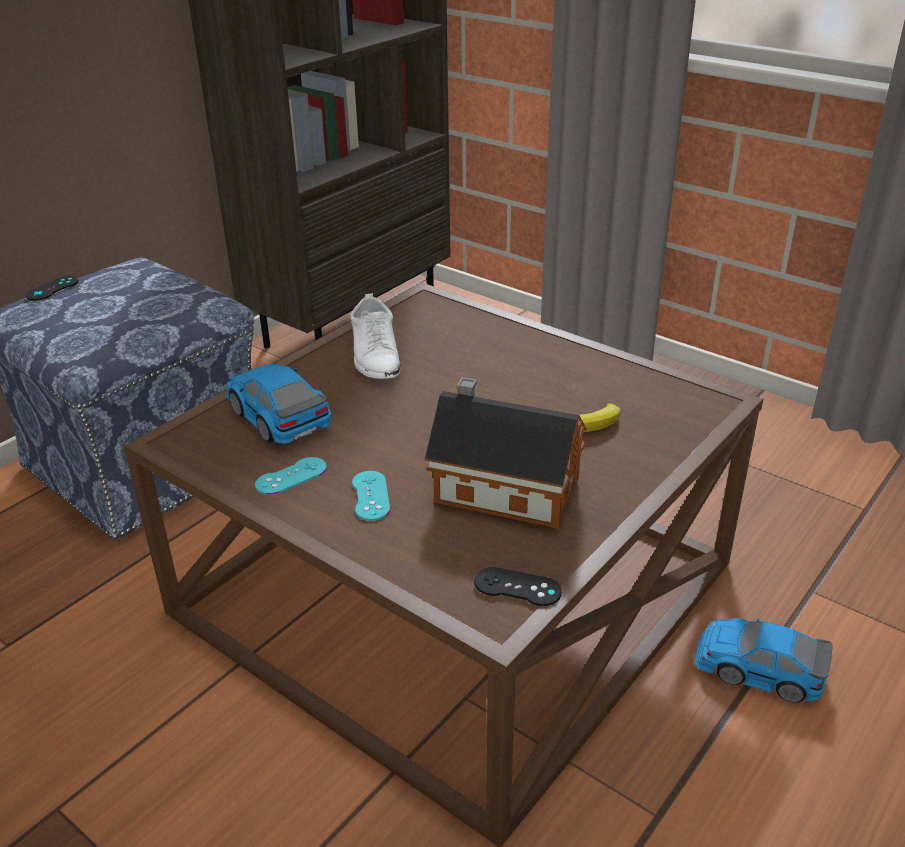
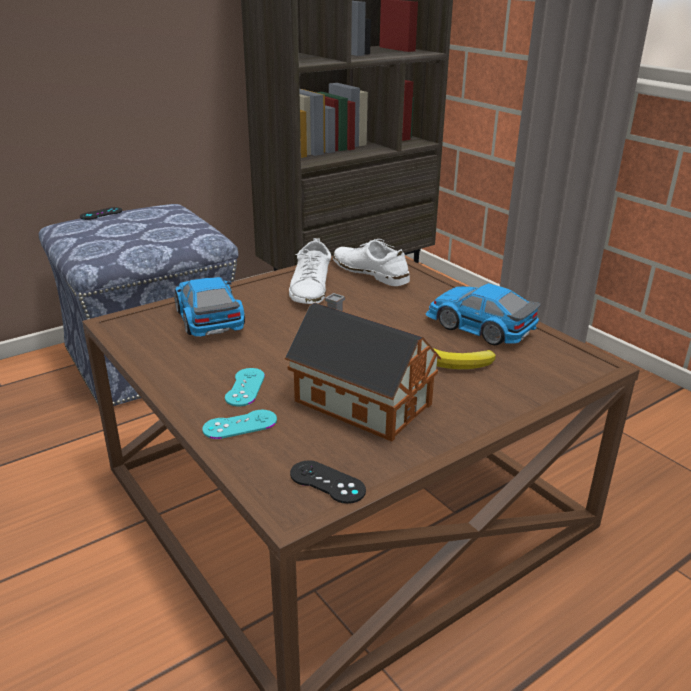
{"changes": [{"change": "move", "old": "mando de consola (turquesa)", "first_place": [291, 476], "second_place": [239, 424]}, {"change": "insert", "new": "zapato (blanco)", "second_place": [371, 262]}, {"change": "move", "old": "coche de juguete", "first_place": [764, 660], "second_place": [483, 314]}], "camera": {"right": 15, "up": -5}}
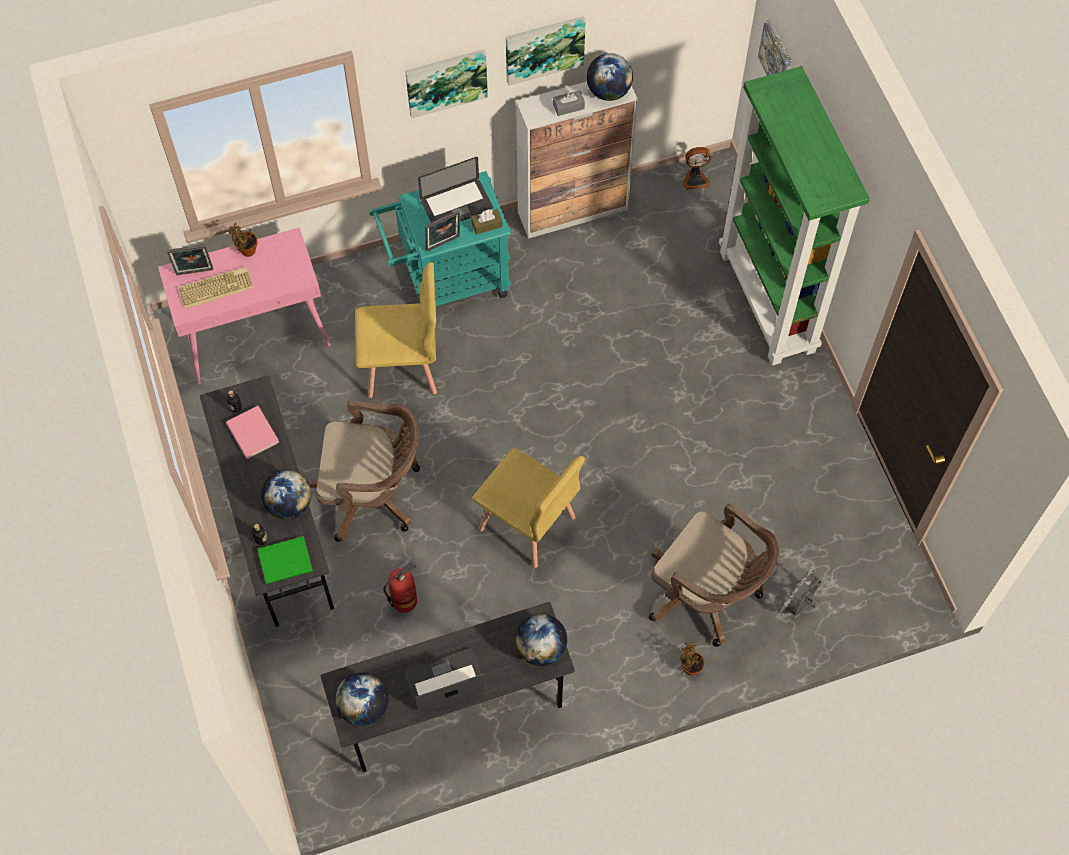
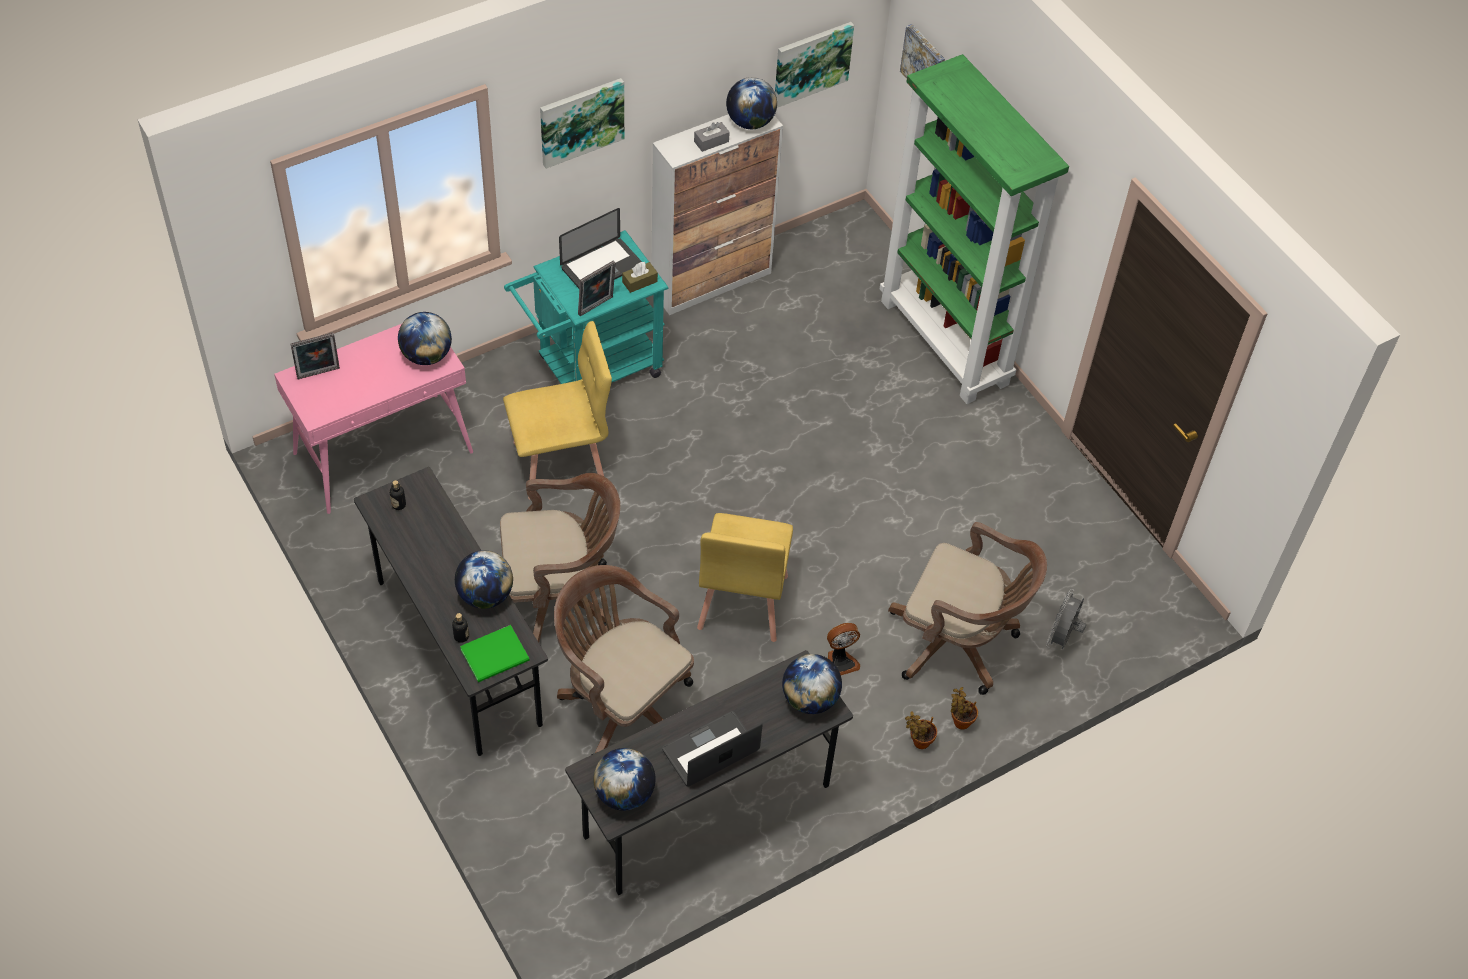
{"changes": [{"change": "insert", "new": "globo terráqueo", "second_place": [425, 338]}, {"change": "replace", "old": "extintor", "new": "silla de oficina (marrón)", "first_place": [400, 587], "second_place": [624, 660]}, {"change": "rotate", "old": "silla (amarillo)", "first_place": [528, 508], "second_place": [745, 577], "degrees": 75}, {"change": "move", "old": "cuadro", "first_place": [546, 51], "second_place": [814, 65]}, {"change": "move", "old": "ventilador", "first_place": [697, 168], "second_place": [843, 649]}, {"change": "move", "old": "planta en maceta", "first_place": [243, 240], "second_place": [921, 730]}, {"change": "delete", "old": "teclado", "first_place": [216, 288]}, {"change": "delete", "old": "libro (rosa)", "first_place": [252, 432]}], "camera": {"right": -15, "up": -10}}
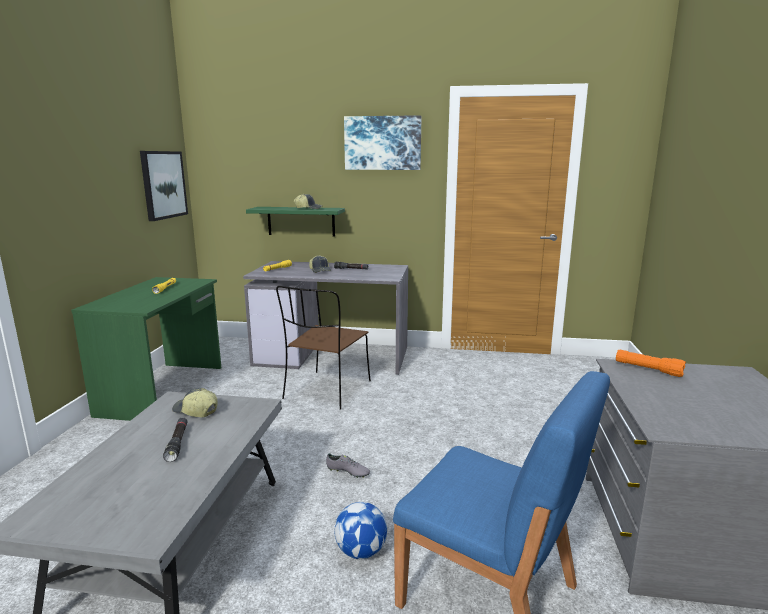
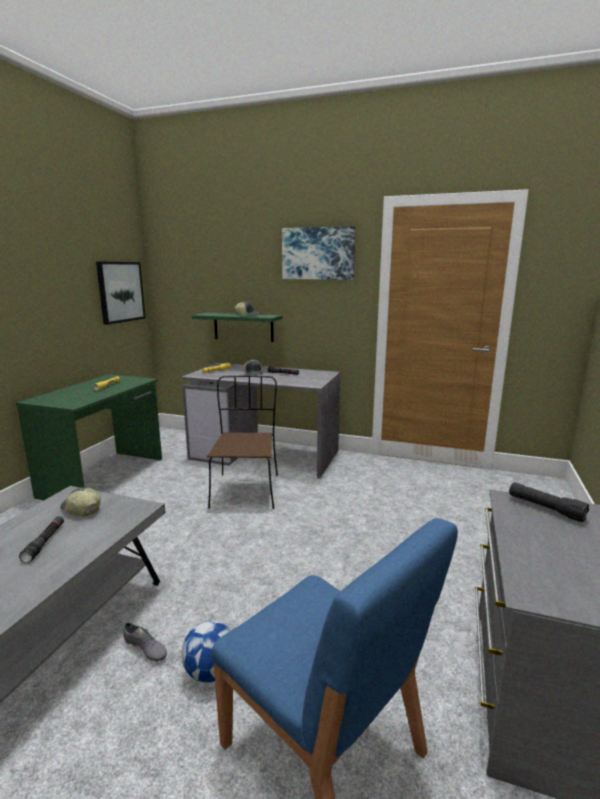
{"changes": [{"change": "move", "old": "zapato (gris)", "first_place": [348, 465], "second_place": [145, 642]}, {"change": "rotate", "old": "silla (marrón)", "first_place": [323, 348], "second_place": [242, 442], "degrees": 150}, {"change": "recolor", "old": "linterna (naranja)", "new": "linterna (negro)", "first_place": [651, 363], "second_place": [549, 502]}], "camera": {"right": 10, "up": 0}}
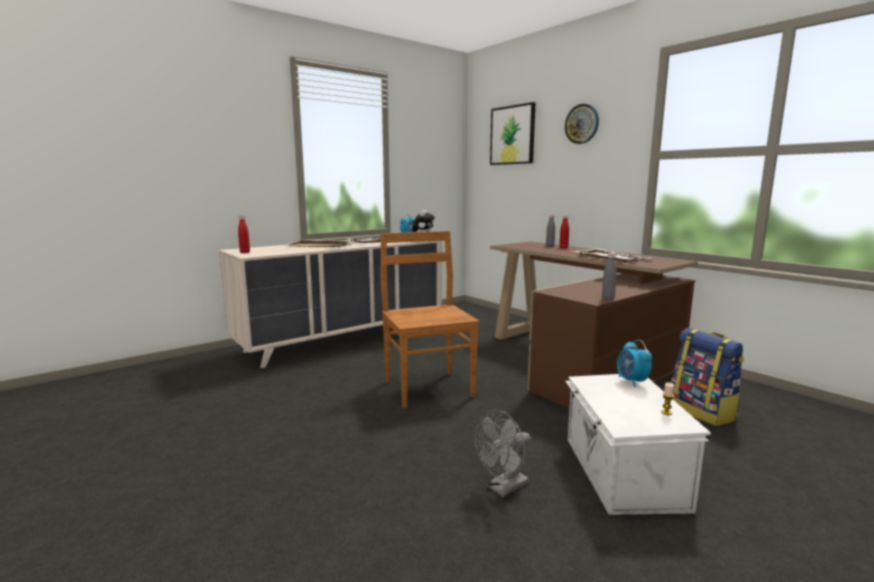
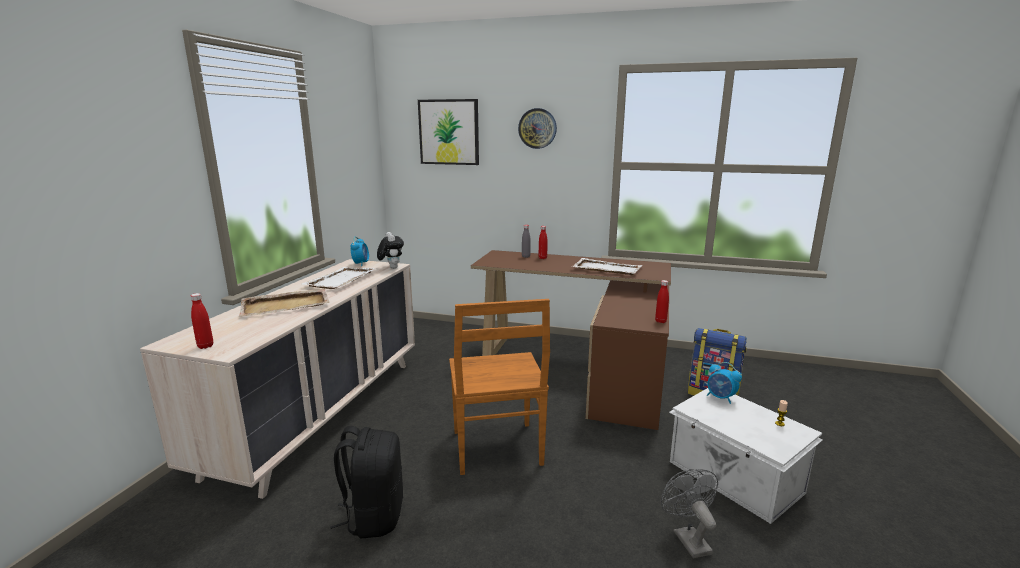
{"changes": [{"change": "insert", "new": "mochila (negro)", "second_place": [366, 482]}, {"change": "rotate", "old": "silla (marrón)", "first_place": [430, 320], "second_place": [499, 387], "degrees": -135}, {"change": "recolor", "old": "botella (gris)", "new": "botella (rojo)", "first_place": [609, 276], "second_place": [662, 301]}, {"change": "rotate", "old": "ventilador (gris)", "first_place": [503, 453], "second_place": [689, 513], "degrees": 150}], "camera": {"right": -35, "up": 5}}
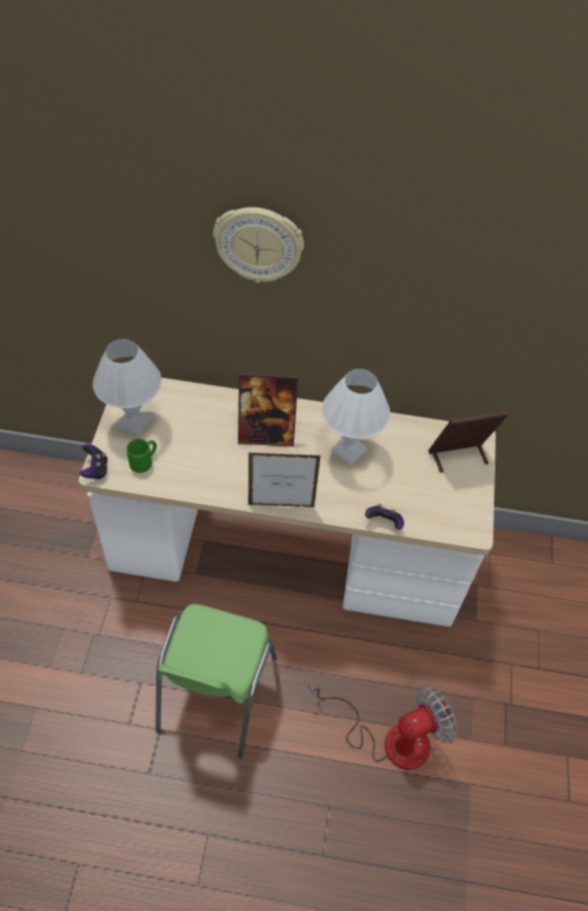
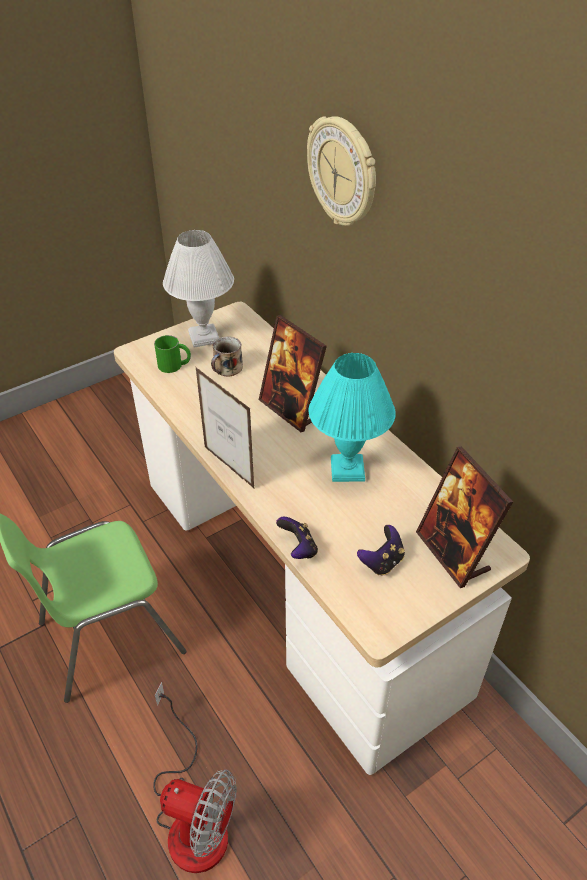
{"changes": [{"change": "insert", "new": "taza grande", "second_place": [227, 356]}, {"change": "recolor", "old": "lámpara de mesa (blanco)", "new": "lámpara de mesa (turquesa)", "first_place": [356, 417], "second_place": [352, 417]}, {"change": "move", "old": "mando de consola", "first_place": [94, 461], "second_place": [381, 550]}, {"change": "rotate", "old": "portarretratos", "first_place": [468, 441], "second_place": [464, 517], "degrees": -150}], "camera": {"right": 50, "up": -10}}
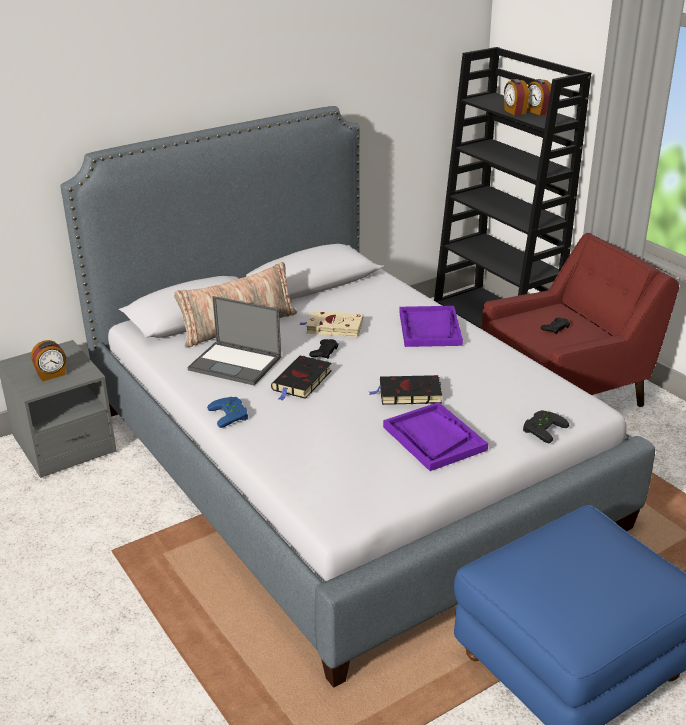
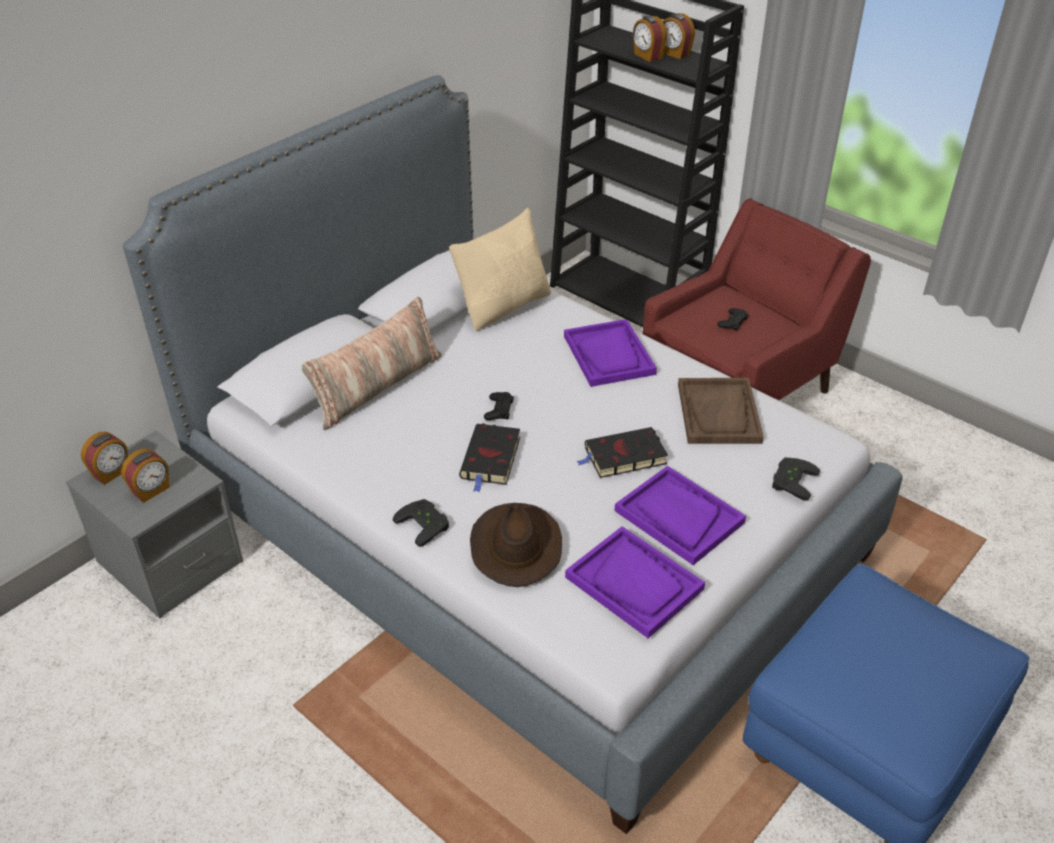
{"changes": [{"change": "insert", "new": "despertador", "second_place": [104, 458]}, {"change": "recolor", "old": "mando de consola (azul)", "new": "mando de consola (negro)", "first_place": [227, 412], "second_place": [421, 523]}, {"change": "insert", "new": "cojín (beis)", "second_place": [500, 269]}, {"change": "insert", "new": "sombrero (marrón)", "second_place": [516, 545]}, {"change": "insert", "new": "bandeja (morado)", "second_place": [635, 582]}, {"change": "insert", "new": "bandeja (marrón)", "second_place": [721, 411]}, {"change": "delete", "old": "portátil", "first_place": [234, 340]}, {"change": "delete", "old": "libro (beis)", "first_place": [331, 324]}], "camera": {"right": -15, "up": 10}}
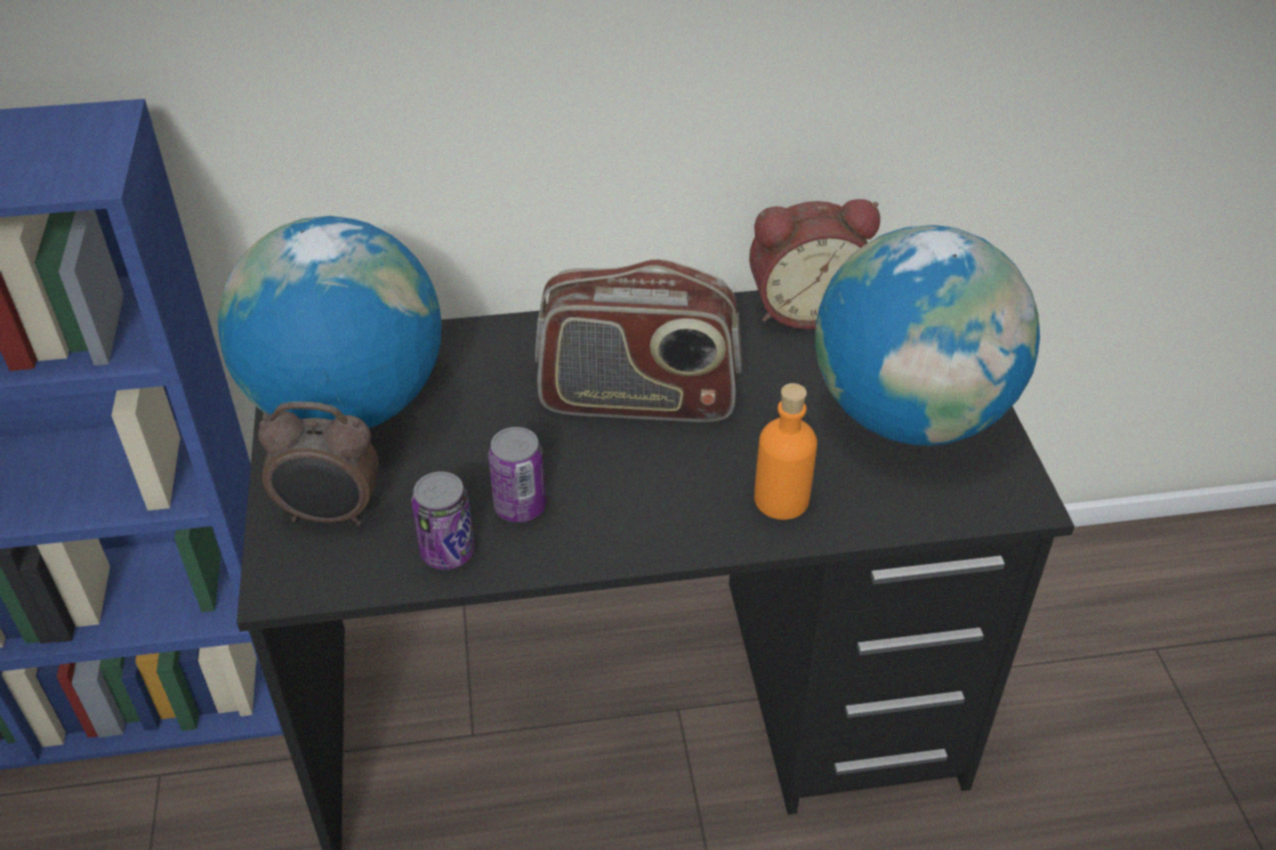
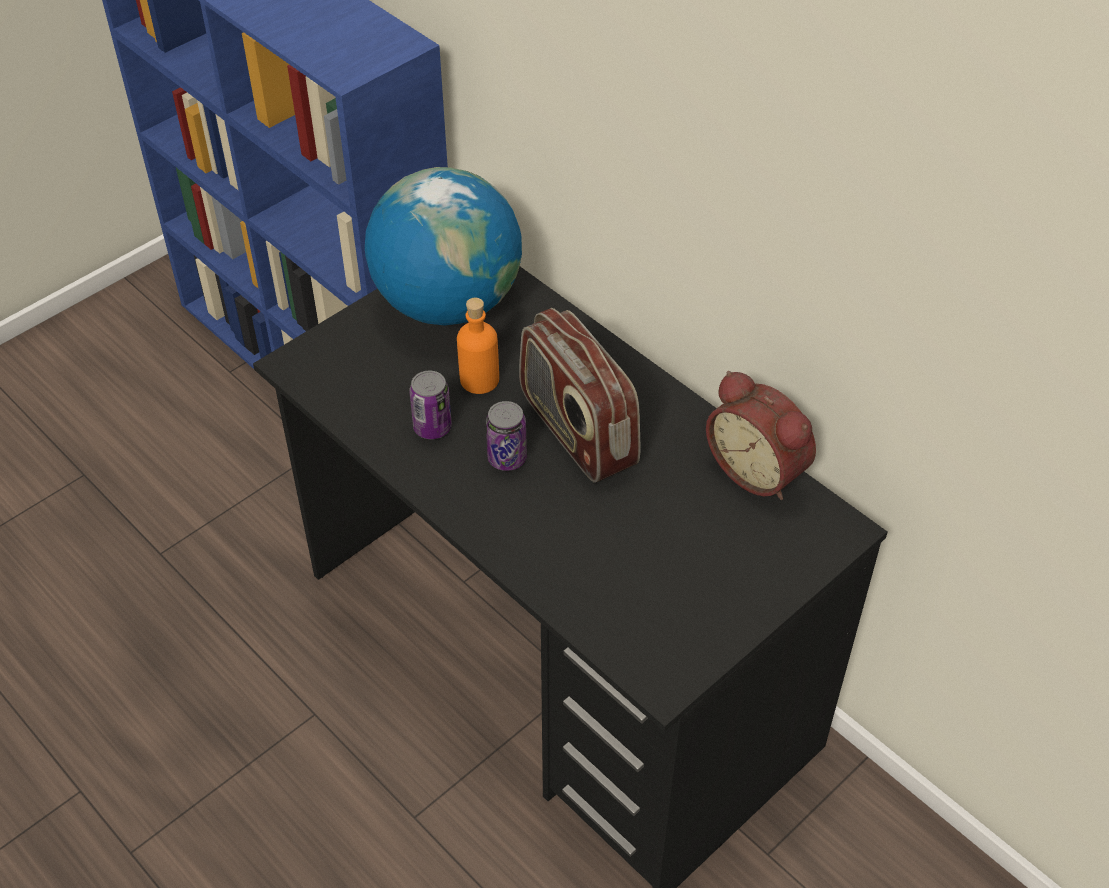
{"changes": [{"change": "move", "old": "botella (naranja)", "first_place": [785, 451], "second_place": [478, 346]}, {"change": "move", "old": "lata", "first_place": [443, 520], "second_place": [506, 436]}, {"change": "delete", "old": "despertador", "first_place": [318, 464]}, {"change": "delete", "old": "globo terráqueo", "first_place": [927, 335]}], "camera": {"right": 55, "up": 5}}
